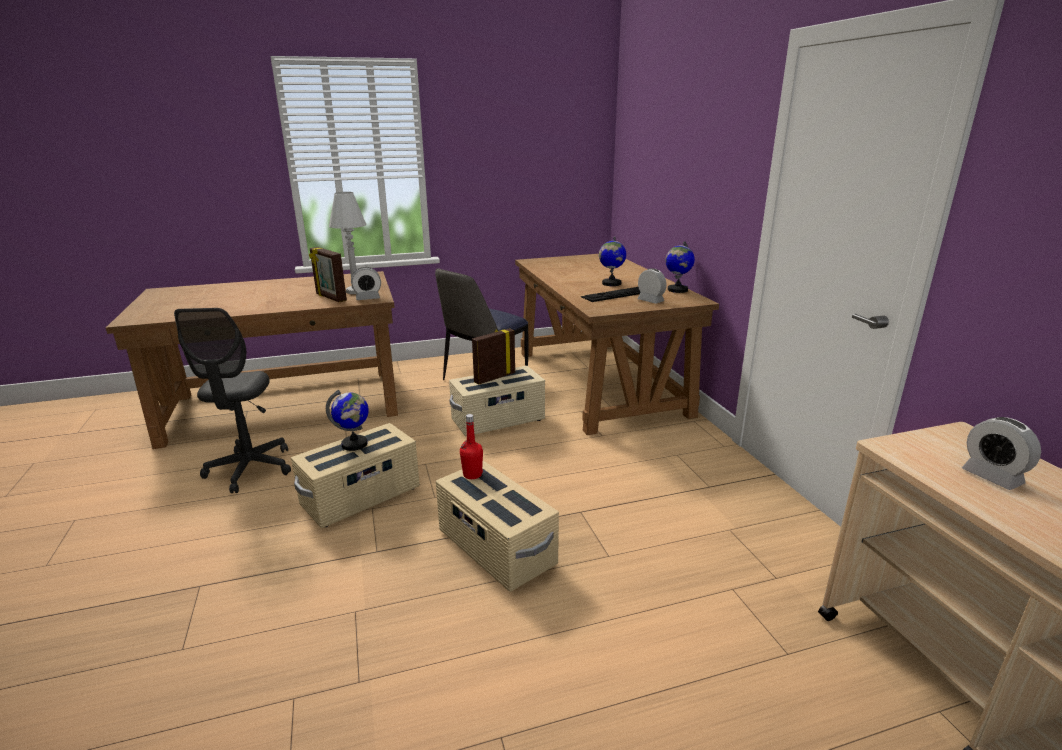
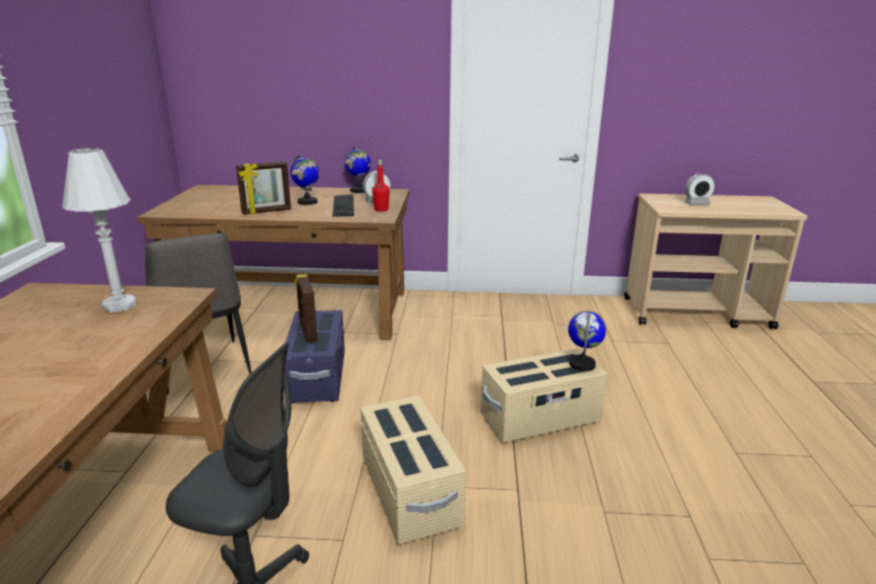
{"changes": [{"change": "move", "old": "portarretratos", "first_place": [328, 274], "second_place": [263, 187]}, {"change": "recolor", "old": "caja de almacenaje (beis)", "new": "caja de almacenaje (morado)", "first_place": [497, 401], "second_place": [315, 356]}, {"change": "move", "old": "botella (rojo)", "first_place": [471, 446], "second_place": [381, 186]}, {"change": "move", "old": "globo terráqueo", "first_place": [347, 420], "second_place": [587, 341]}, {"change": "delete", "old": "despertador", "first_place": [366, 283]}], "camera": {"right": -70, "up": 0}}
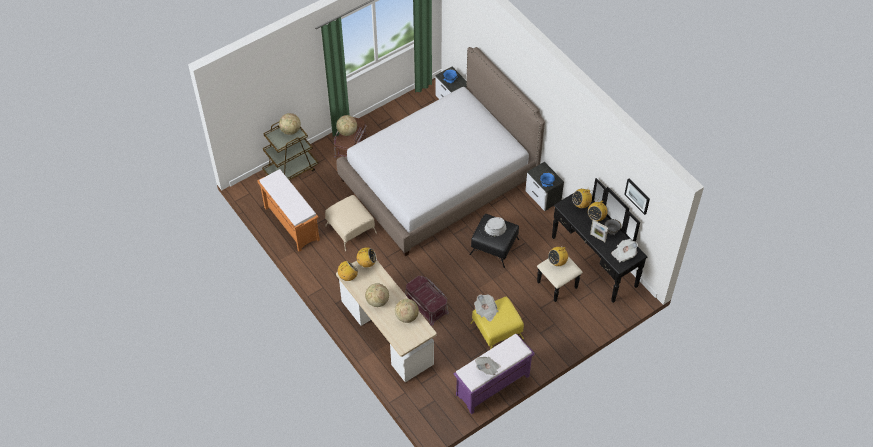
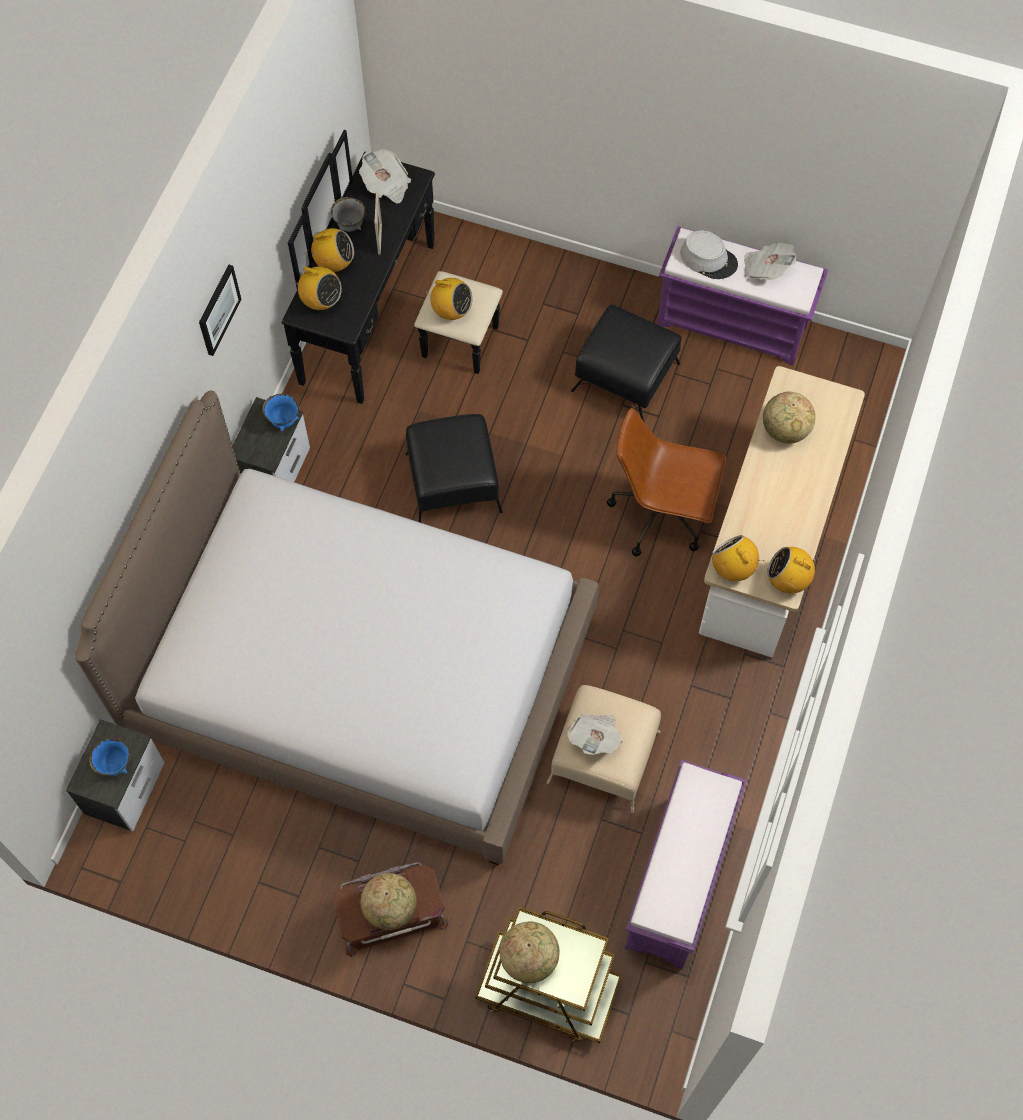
{"changes": [{"change": "move", "old": "cuadro", "first_place": [637, 197], "second_place": [220, 310]}, {"change": "move", "old": "periódico", "first_place": [486, 308], "second_place": [594, 734]}, {"change": "recolor", "old": "puf (amarillo)", "new": "puf (negro)", "first_place": [497, 323], "second_place": [626, 364]}, {"change": "replace", "old": "caja de almacenaje (rojo)", "new": "silla de oficina (marrón)", "first_place": [427, 300], "second_place": [666, 482]}, {"change": "recolor", "old": "banco (naranja)", "new": "banco (morado)", "first_place": [288, 210], "second_place": [685, 864]}, {"change": "move", "old": "sombrero (gris)", "first_place": [493, 227], "second_place": [709, 254]}, {"change": "delete", "old": "globo terráqueo", "first_place": [377, 295]}], "camera": {"right": -125, "up": 10}}
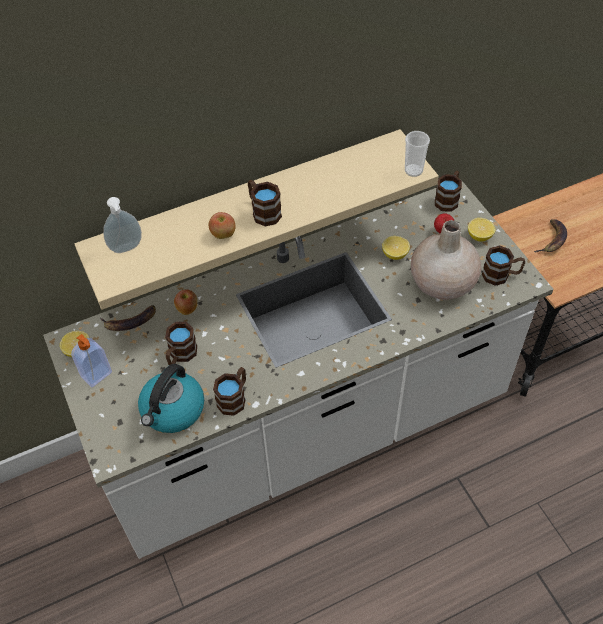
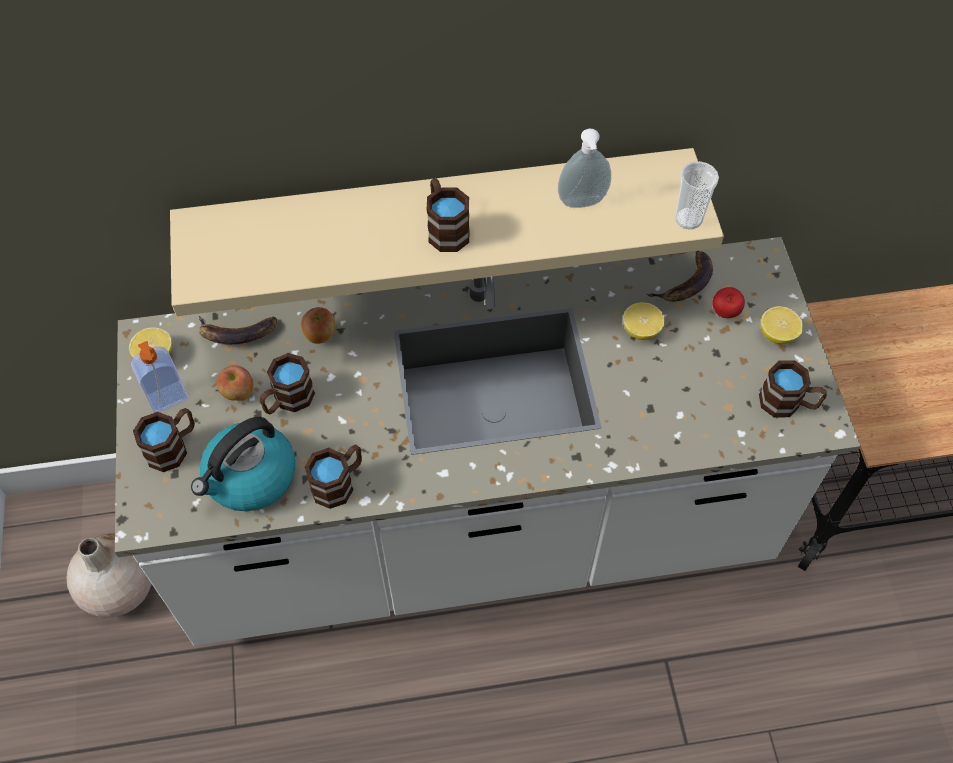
{"changes": [{"change": "move", "old": "florero (beis)", "first_place": [446, 260], "second_place": [109, 575]}, {"change": "move", "old": "taza grande (marrón)", "first_place": [448, 191], "second_place": [164, 440]}, {"change": "move", "old": "manzana", "first_place": [222, 225], "second_place": [234, 383]}, {"change": "move", "old": "dispensador de jabón", "first_place": [122, 225], "second_place": [584, 168]}, {"change": "move", "old": "plátano", "first_place": [550, 236], "second_place": [680, 276]}], "camera": {"right": 15, "up": 5}}
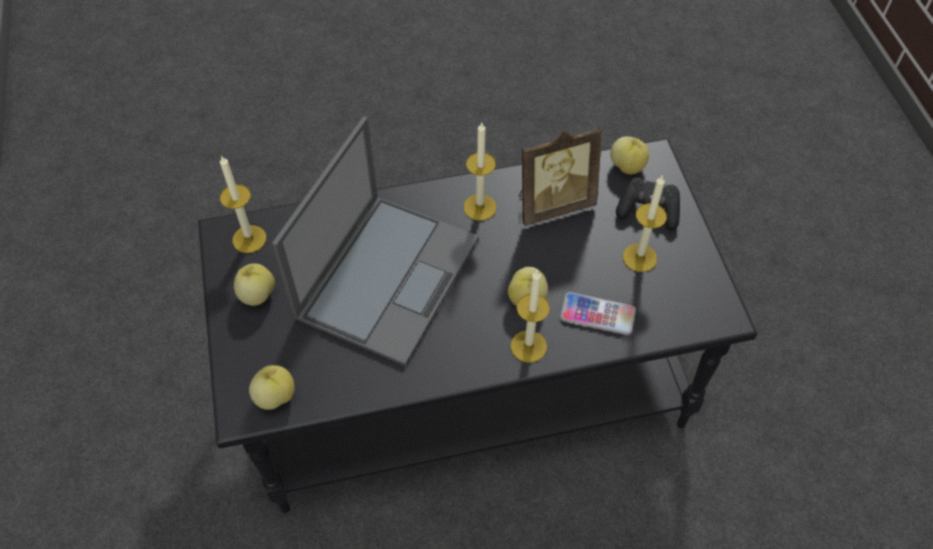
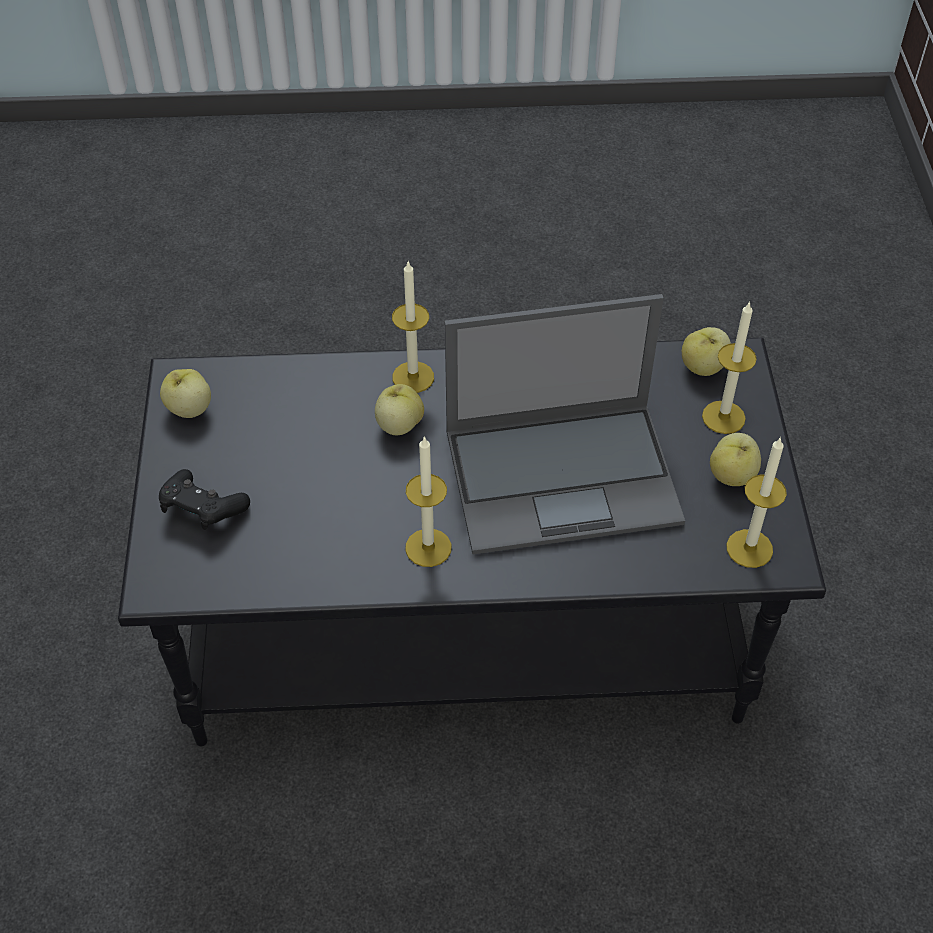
{"changes": [{"change": "move", "old": "manzana", "first_place": [629, 155], "second_place": [185, 393]}, {"change": "rotate", "old": "portátil", "first_place": [375, 241], "second_place": [565, 424], "degrees": -135}, {"change": "move", "old": "vela", "first_place": [645, 223], "second_place": [729, 367]}, {"change": "delete", "old": "portarretratos", "first_place": [560, 176]}, {"change": "delete", "old": "móvil", "first_place": [598, 313]}], "camera": {"right": -170, "up": -5}}
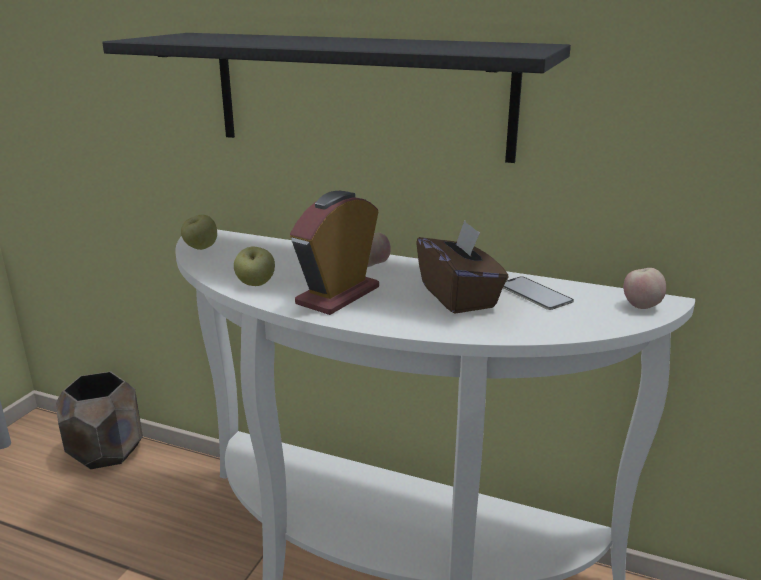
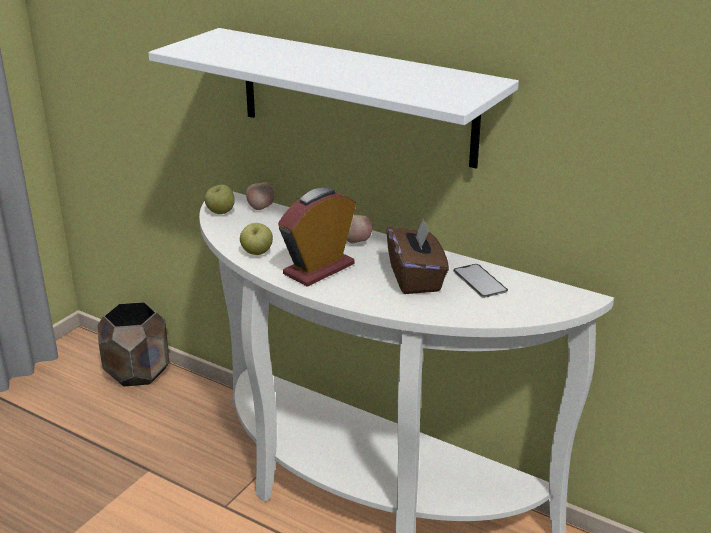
{"changes": [{"change": "recolor", "old": "estante (negro)", "new": "estante (blanco)", "first_place": [336, 98], "second_place": [333, 98]}, {"change": "move", "old": "manzana", "first_place": [644, 288], "second_place": [260, 196]}], "camera": {"right": 10, "up": 5}}
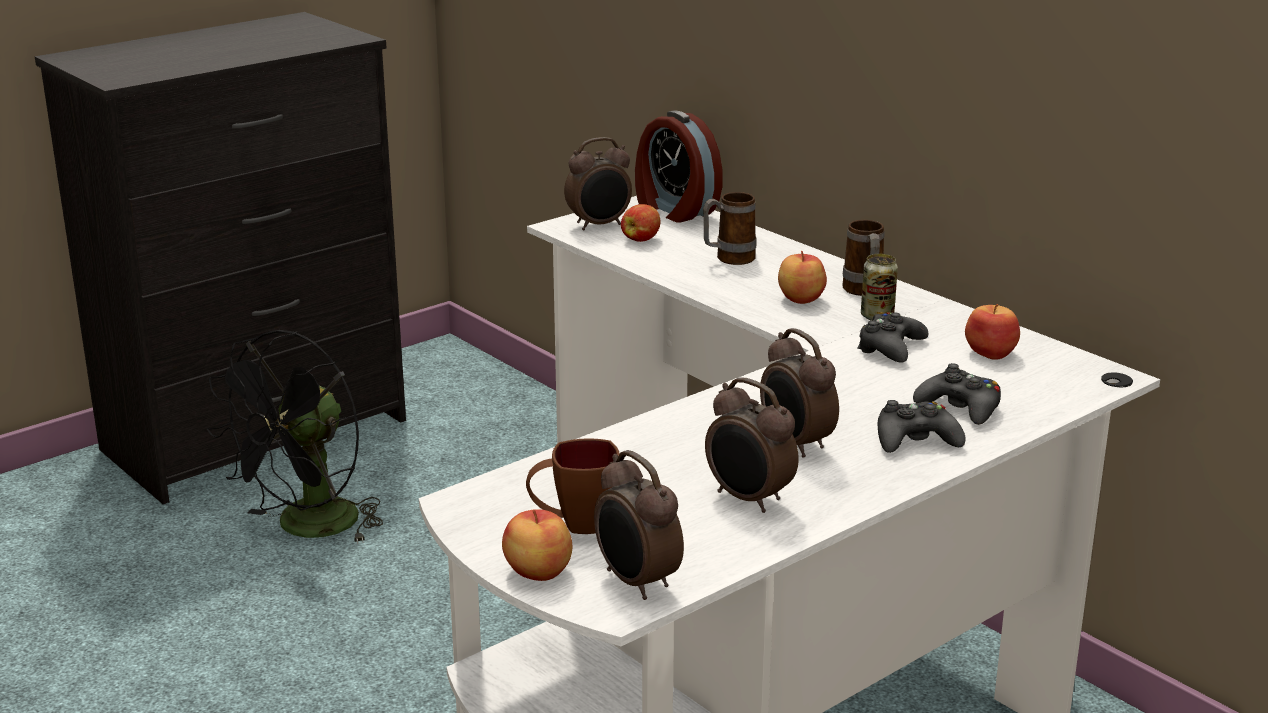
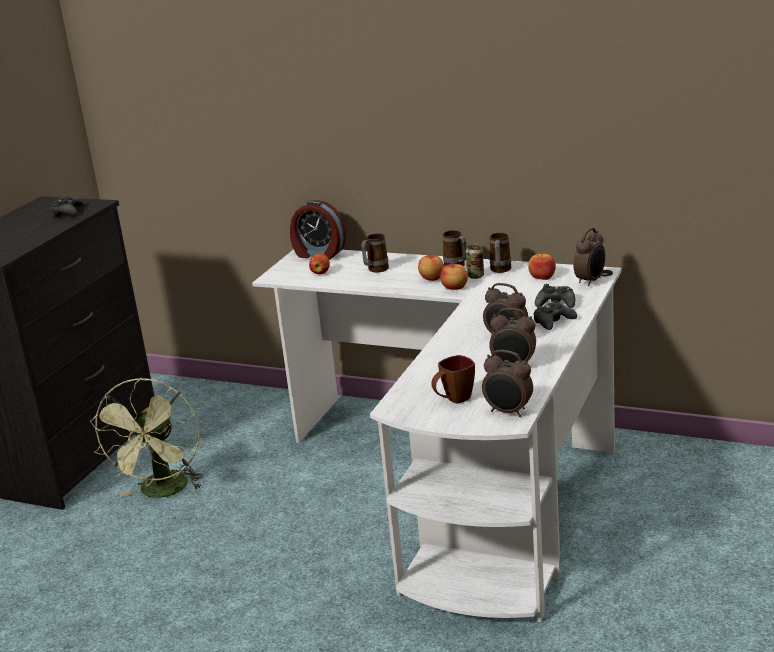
{"changes": [{"change": "move", "old": "mando de consola (negro)", "first_place": [893, 337], "second_place": [68, 206]}, {"change": "recolor", "old": "ventilador (negro)", "new": "ventilador (verde)", "first_place": [295, 437], "second_place": [146, 438]}, {"change": "move", "old": "manzana", "first_place": [537, 545], "second_place": [454, 276]}, {"change": "insert", "new": "taza grande", "second_place": [500, 253]}, {"change": "move", "old": "despertador", "first_place": [598, 183], "second_place": [589, 257]}], "camera": {"right": -25, "up": 0}}
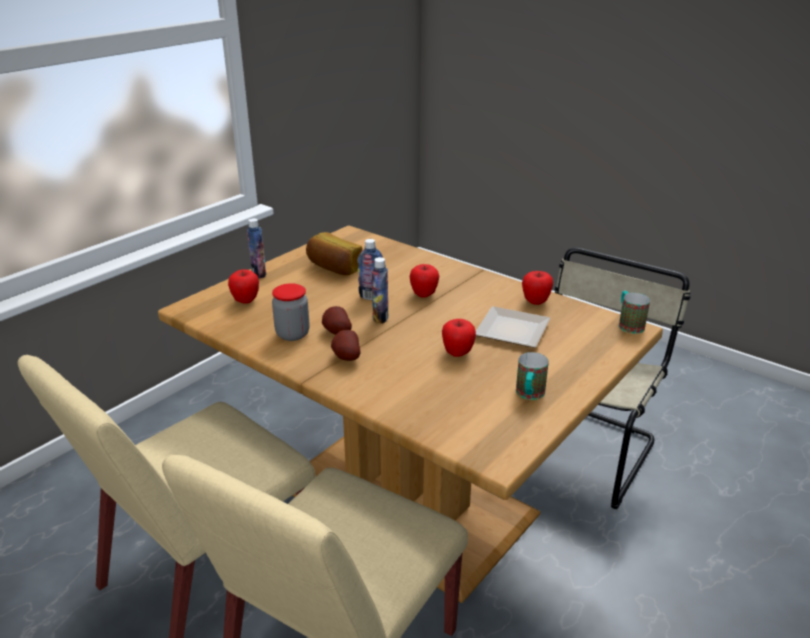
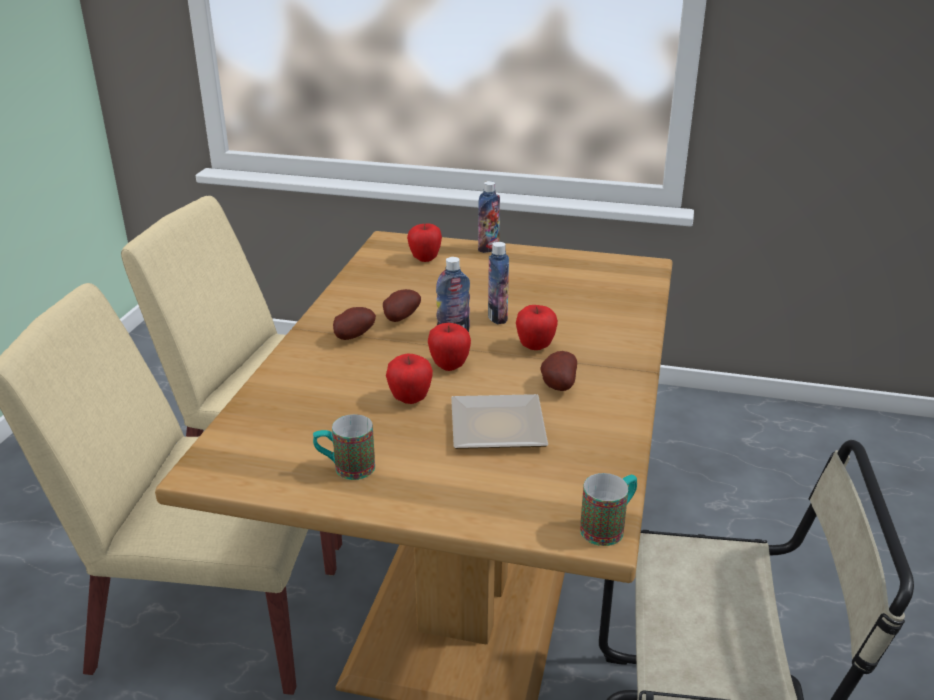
{"changes": [{"change": "move", "old": "manzana", "first_place": [537, 288], "second_place": [449, 347]}, {"change": "insert", "new": "patata", "second_place": [558, 371]}, {"change": "delete", "old": "tarro", "first_place": [291, 312]}, {"change": "delete", "old": "pan", "first_place": [334, 253]}], "camera": {"right": 65, "up": 0}}
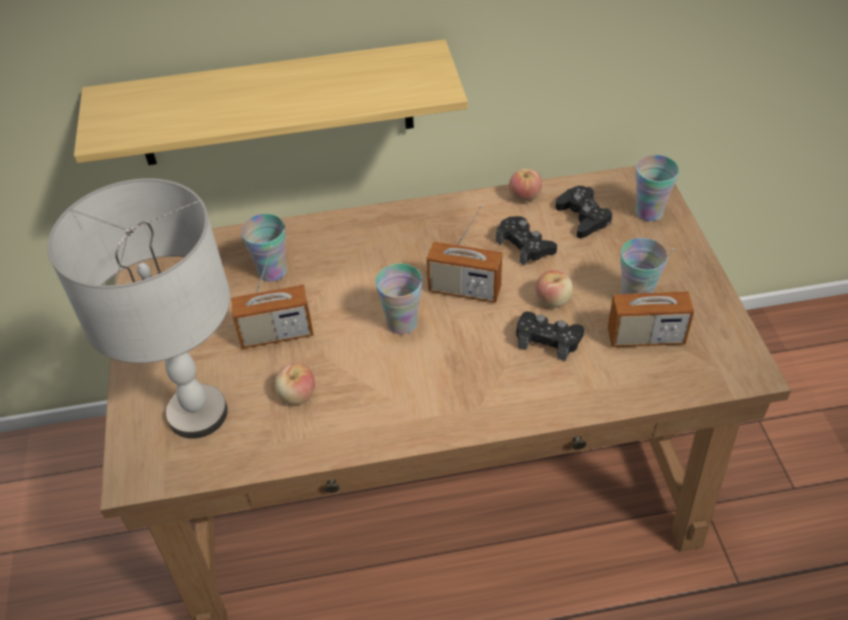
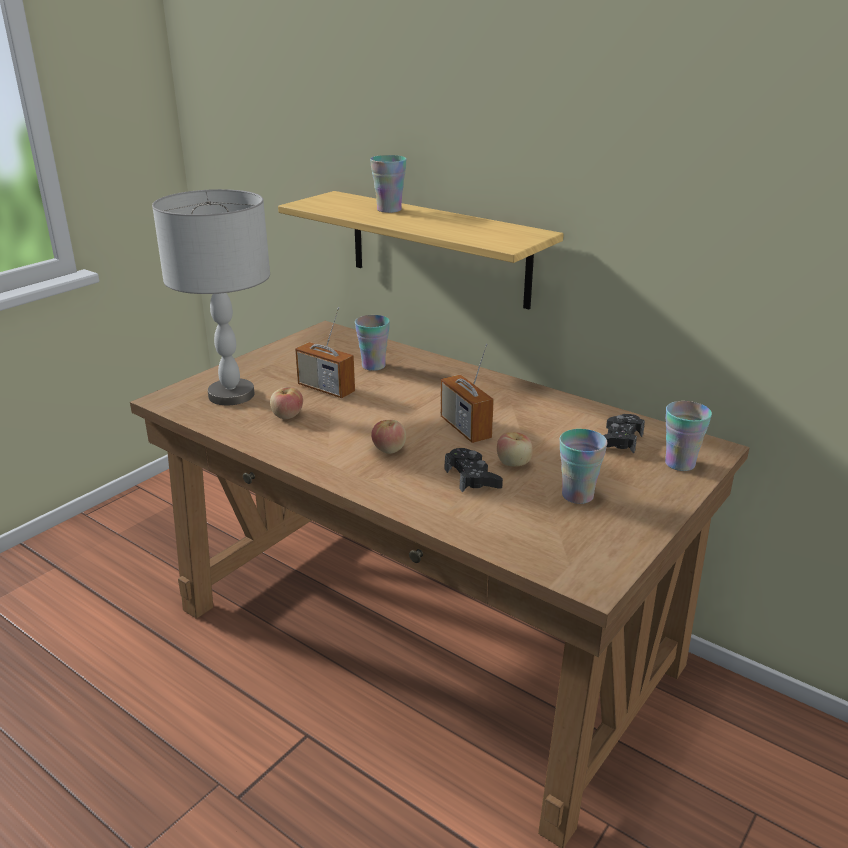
{"changes": [{"change": "move", "old": "taza", "first_place": [398, 299], "second_place": [388, 184]}, {"change": "move", "old": "manzana", "first_place": [525, 184], "second_place": [388, 437]}, {"change": "delete", "old": "mando de consola (negro)", "first_place": [526, 241]}, {"change": "delete", "old": "radio", "first_place": [651, 297]}], "camera": {"right": 45, "up": -20}}
